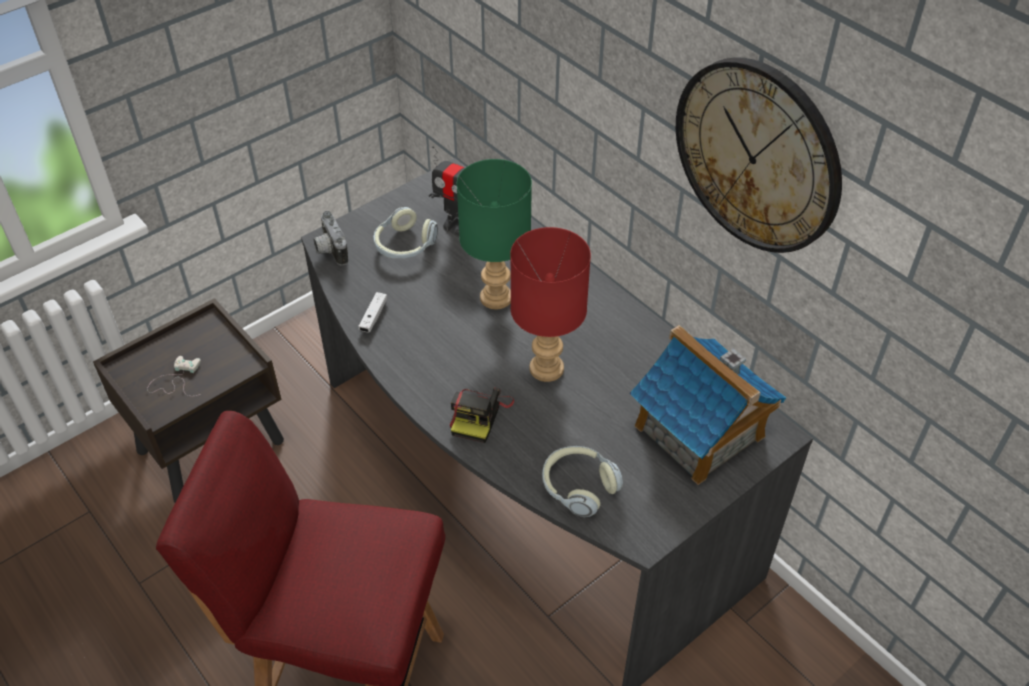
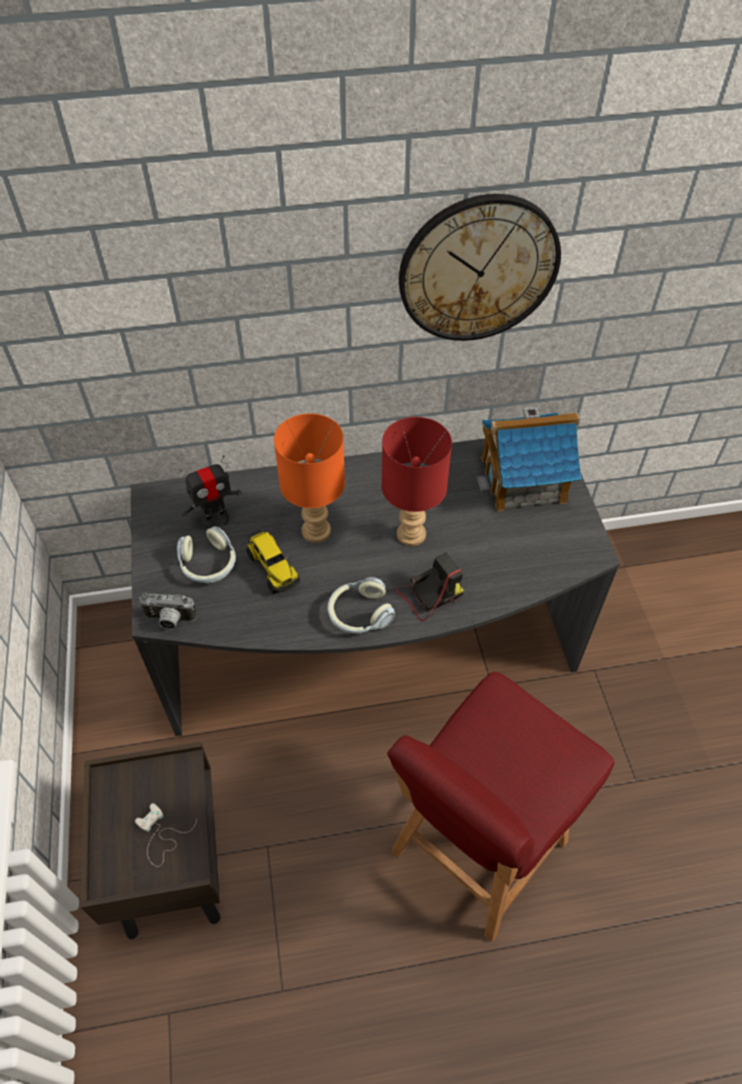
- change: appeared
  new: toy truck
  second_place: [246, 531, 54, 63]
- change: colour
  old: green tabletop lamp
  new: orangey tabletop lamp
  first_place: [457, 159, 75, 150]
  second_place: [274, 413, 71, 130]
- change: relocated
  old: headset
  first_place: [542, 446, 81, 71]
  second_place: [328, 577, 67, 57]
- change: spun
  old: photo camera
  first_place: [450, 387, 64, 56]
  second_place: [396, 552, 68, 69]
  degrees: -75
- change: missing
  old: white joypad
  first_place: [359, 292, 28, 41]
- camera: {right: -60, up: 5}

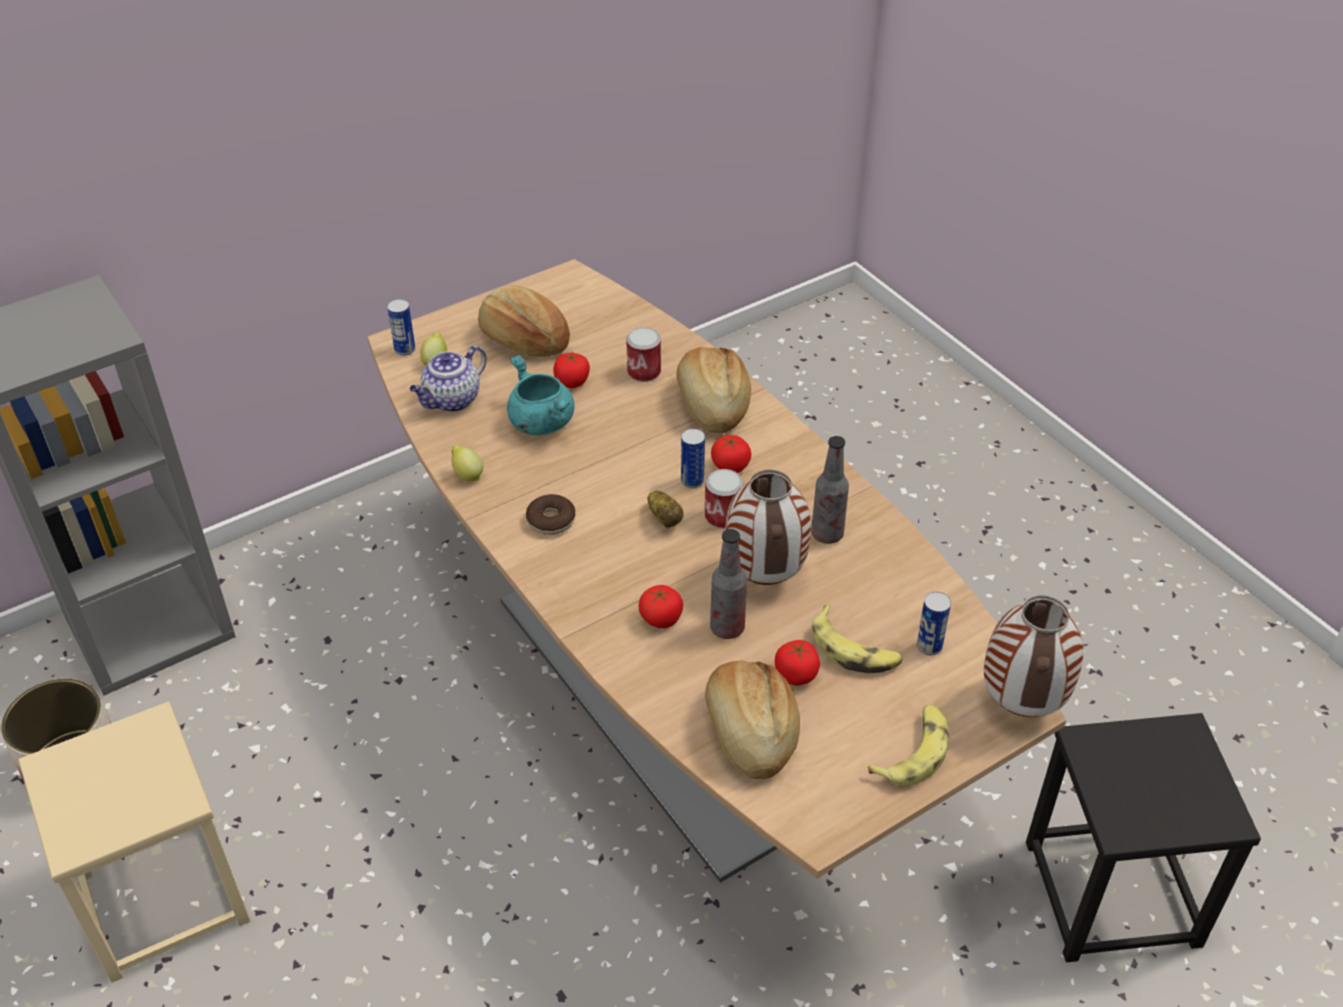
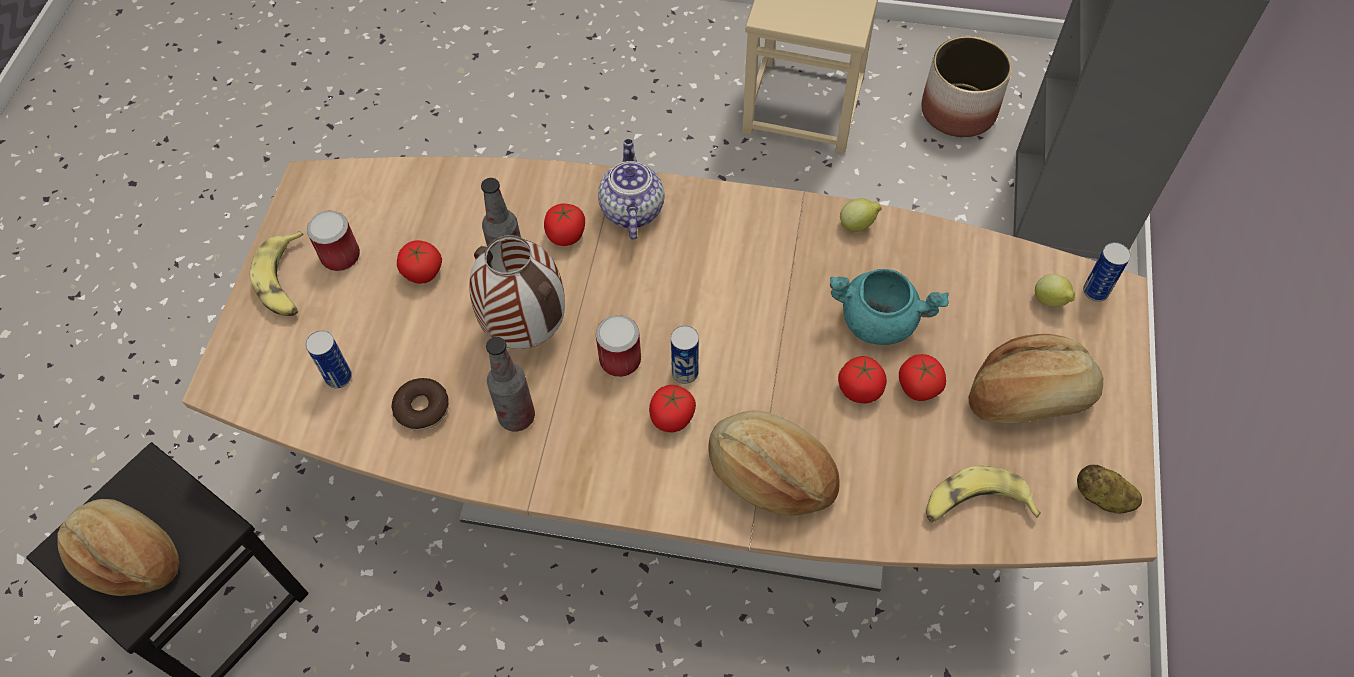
- change: relocated
  old: bread
  first_place: [705, 661, 95, 118]
  second_place: [57, 499, 122, 97]
- change: relocated
  old: sealed can
  first_place: [627, 327, 34, 55]
  second_place: [307, 211, 53, 60]
- change: relocated
  old: donut
  first_place: [526, 494, 49, 41]
  second_place: [392, 378, 57, 53]
- change: relocated
  old: teapot
  first_place: [410, 346, 77, 66]
  second_place: [598, 139, 67, 100]
- change: appeared
  new: whole tomato
  second_place: [838, 356, 49, 47]
- change: relocated
  old: whole banana
  first_place: [811, 605, 92, 68]
  second_place: [926, 466, 115, 57]
- change: relocated
  old: potato
  first_place: [647, 491, 37, 37]
  second_place: [1077, 465, 65, 48]
- change: missing
  old: decorative vase
  first_place: [984, 596, 100, 121]
- camera: {right: 135, up: 15}

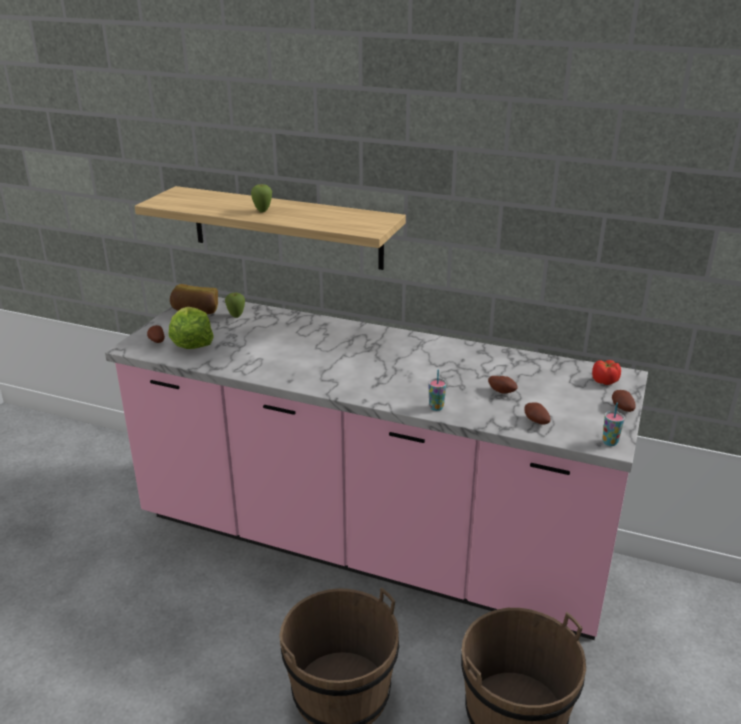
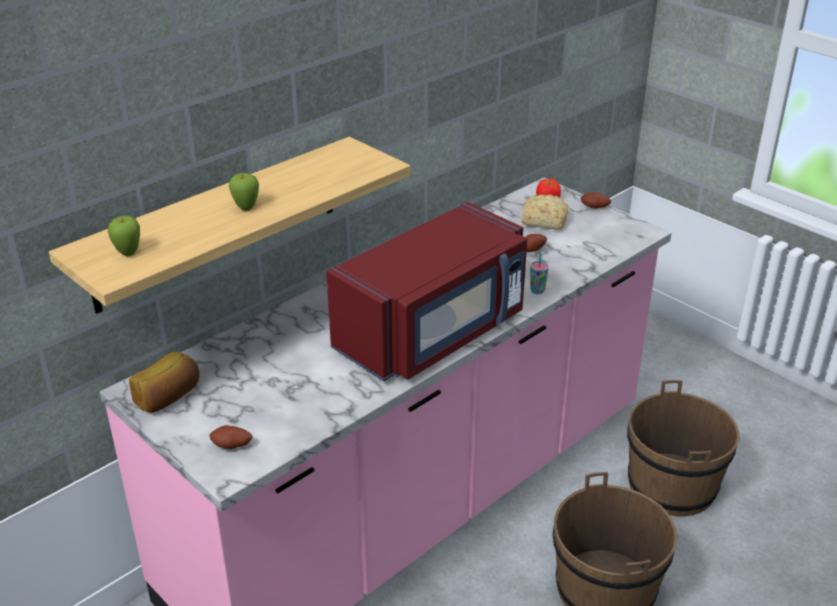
- change: relocated
  old: apple
  first_place: [225, 293, 20, 25]
  second_place: [108, 216, 32, 40]
- change: appeared
  new: red-coloured microwave
  second_place: [326, 202, 201, 179]
- change: appeared
  new: bread
  second_place: [521, 194, 47, 36]
- change: missing
  old: lettuce head
  first_place: [169, 307, 45, 42]
- change: missing
  old: potato
  first_place: [524, 403, 27, 21]
- change: missing
  old: small cup
  first_place: [602, 402, 23, 44]
- camera: {right: -65, up: 5}

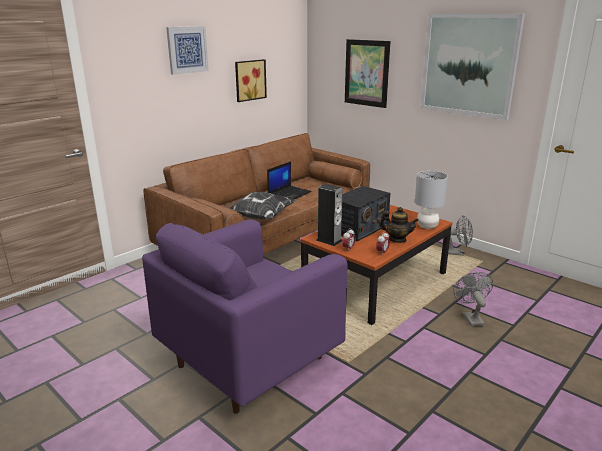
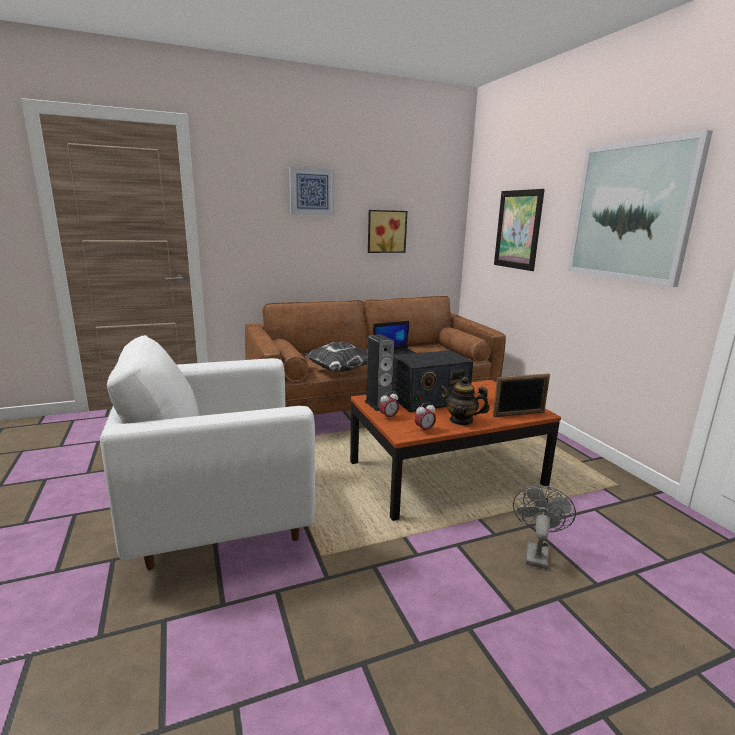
- change: colour
  old: purplish easy chair
  new: white easy chair
  first_place: [142, 219, 206, 195]
  second_place: [100, 335, 215, 235]
- change: spun
  old: teapot
  first_place: [379, 207, 40, 36]
  second_place: [439, 377, 51, 49]
  degrees: 150
- change: exchanged
  old: grey tabletop lamp
  new: picture frame
  first_place: [415, 171, 33, 58]
  second_place: [493, 374, 57, 43]
- change: missing
  old: grey electric fan
  first_place: [448, 215, 25, 41]
- camera: {right: 25, up: -5}

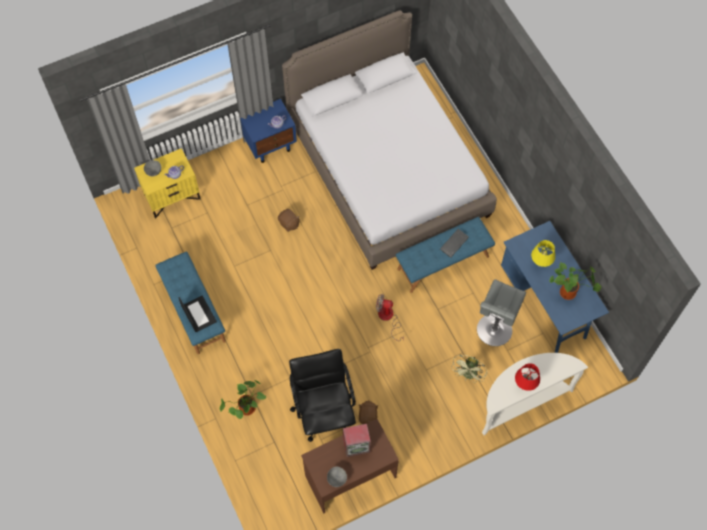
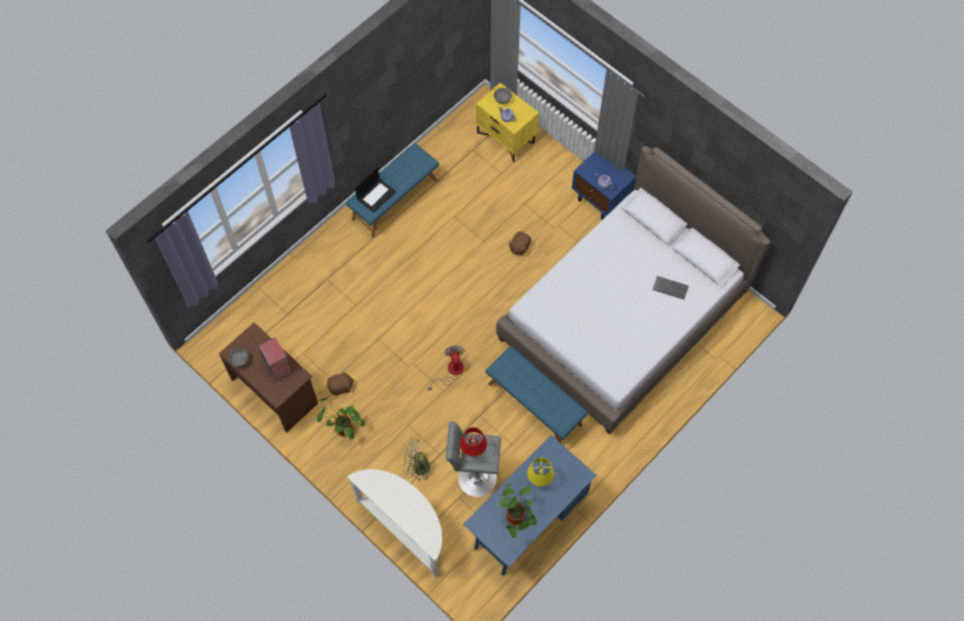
- change: relocated
  old: potted plant
  first_place: [220, 380, 47, 39]
  second_place: [317, 397, 48, 42]
- change: relocated
  old: red-coloured tabletop lamp
  first_place: [515, 363, 25, 28]
  second_place: [460, 427, 27, 29]
- change: relocated
  old: computer keyboard
  first_place: [440, 229, 29, 29]
  second_place: [653, 276, 36, 24]
- change: missing
  old: black desk chair
  first_place: [289, 349, 67, 93]
- camera: {right: 70, up: 0}

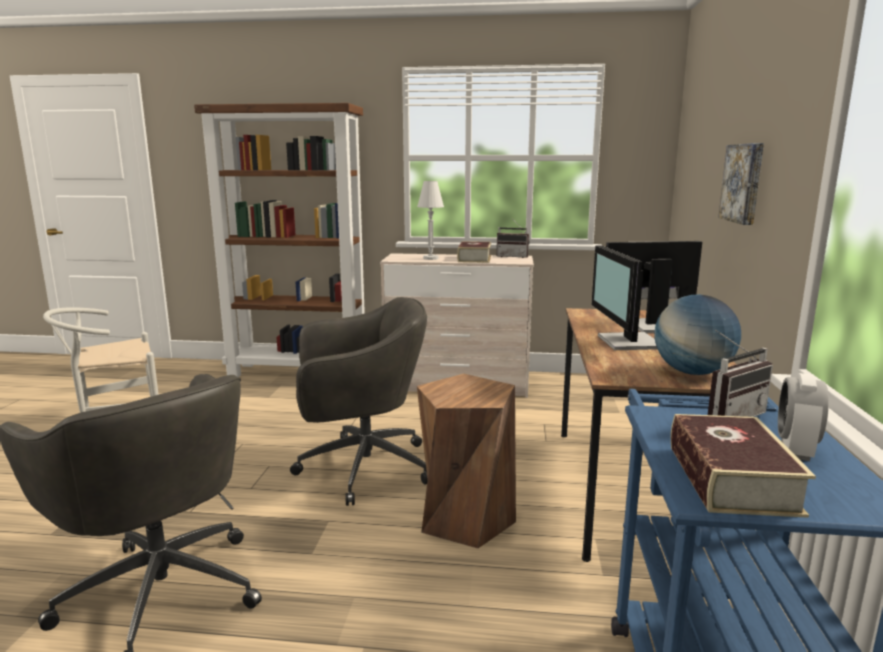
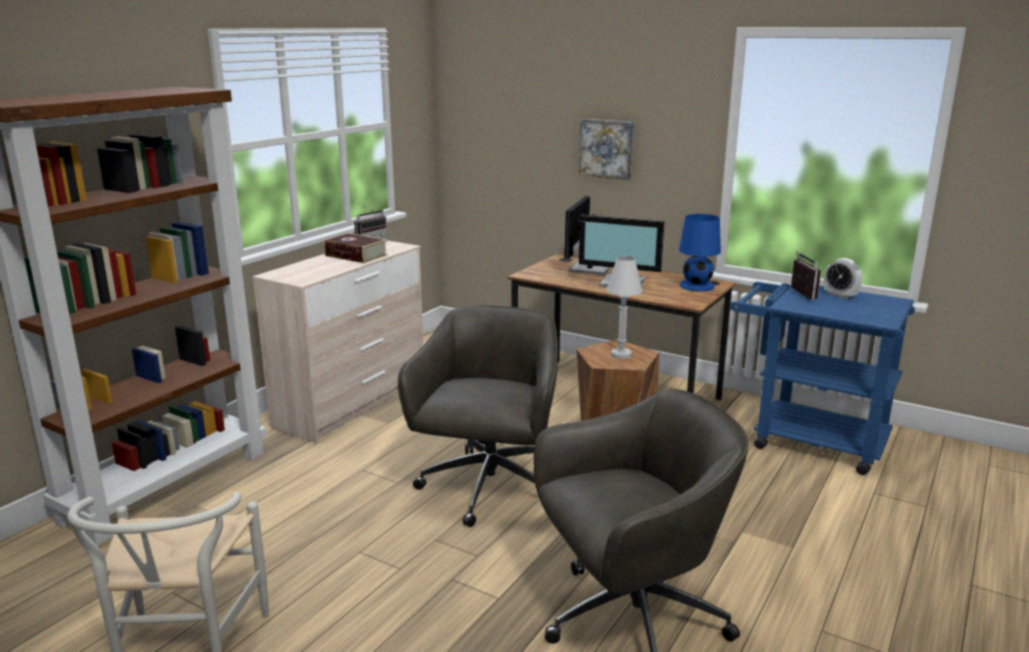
- change: relocated
  old: white tabletop lamp
  first_place: [417, 181, 27, 79]
  second_place: [606, 256, 36, 103]
- change: exchanged
  old: globe
  new: bluish tabletop lamp
  first_place: [654, 294, 87, 81]
  second_place: [679, 214, 42, 77]
- change: missing
  old: book
  first_place: [671, 414, 145, 104]
- camera: {right: -65, up: 5}

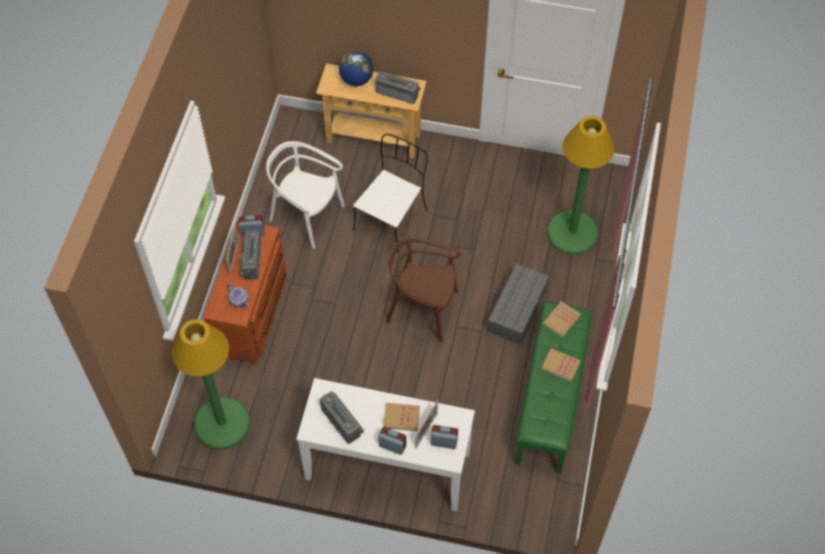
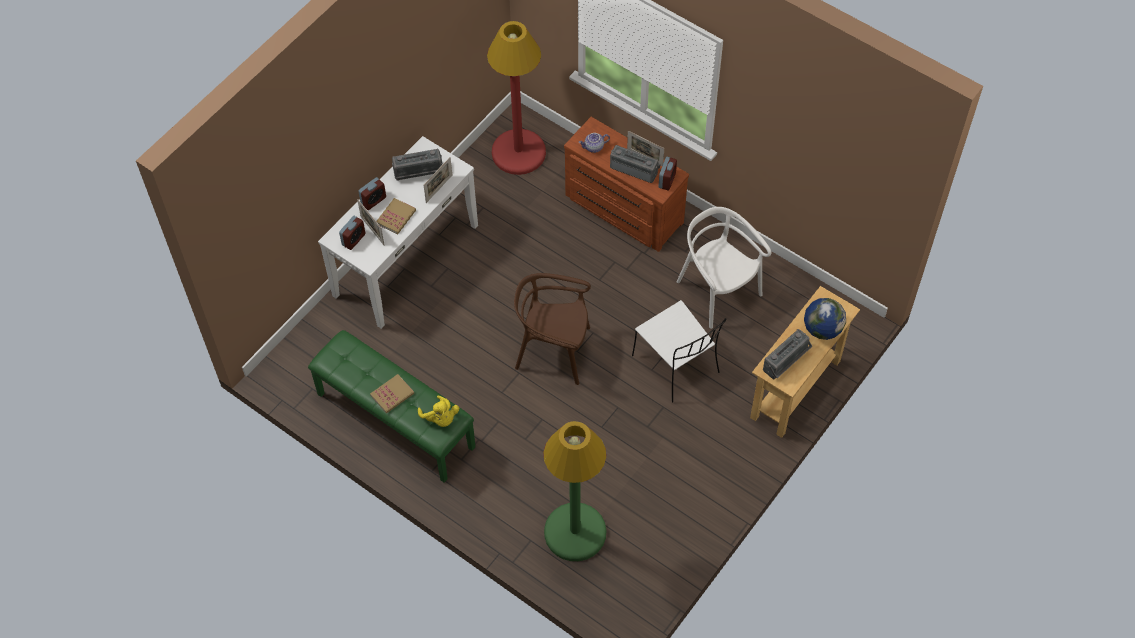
- change: exchanged
  old: book
  new: yellow-coloured plush toy
  first_place: [543, 301, 38, 37]
  second_place: [418, 396, 41, 31]
- change: appeared
  new: picture frame
  second_place: [423, 157, 29, 46]
- change: colour
  old: green floor lamp
  new: red-coloured floor lamp
  first_place: [171, 319, 79, 131]
  second_place: [487, 21, 59, 154]
- change: spun
  old: brownish plain chair
  first_place: [386, 237, 75, 105]
  second_place: [514, 273, 77, 112]
  degrees: -120
- change: spun
  old: white plain chair
  first_place: [266, 141, 79, 108]
  second_place: [677, 207, 94, 122]
  degrees: -90
- change: missing
  old: grey storage container
  first_place: [488, 264, 61, 81]
- camera: {right: 115, up: 0}

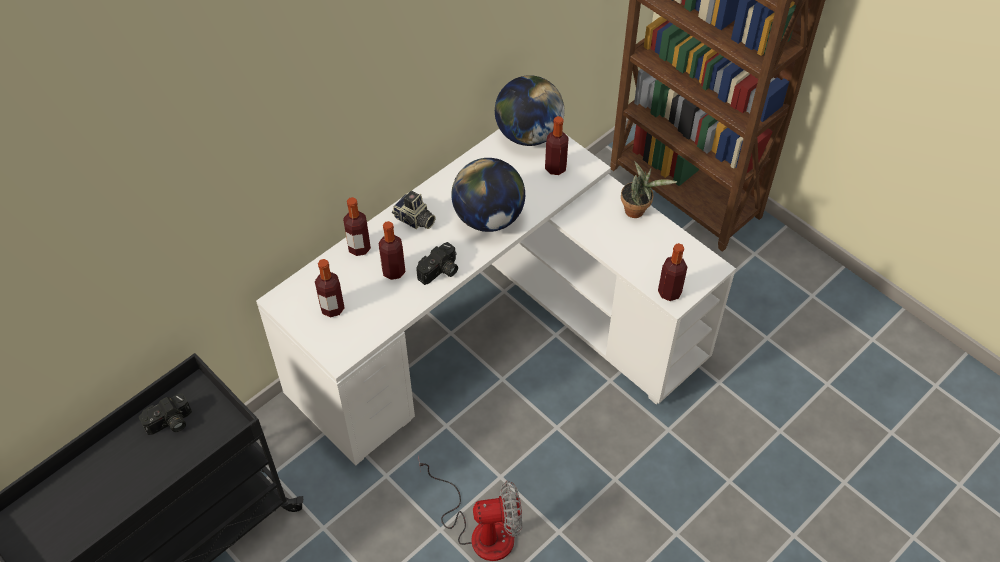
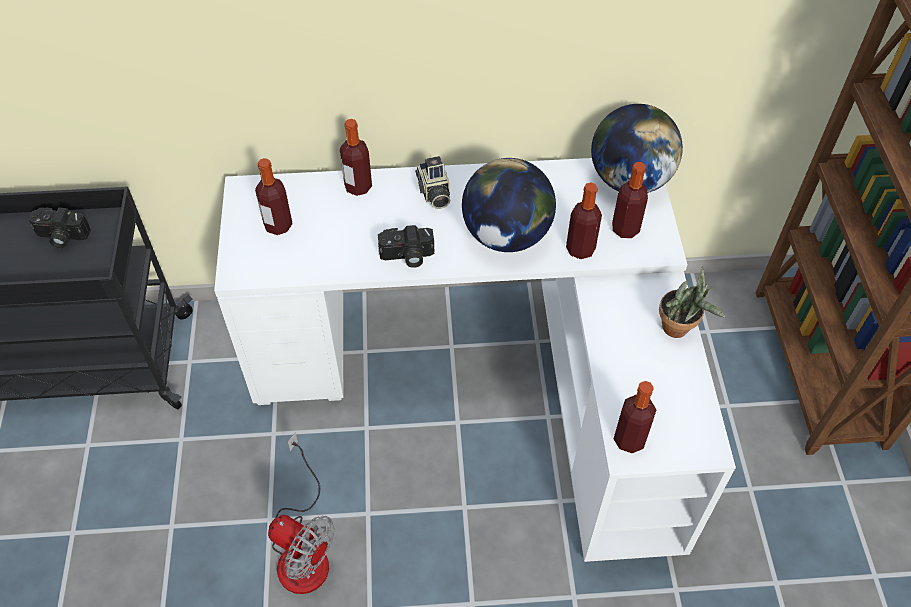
- change: relocated
  old: bottle
  first_place: [378, 221, 27, 59]
  second_place: [566, 182, 36, 77]
- camera: {right: 40, up: 0}

